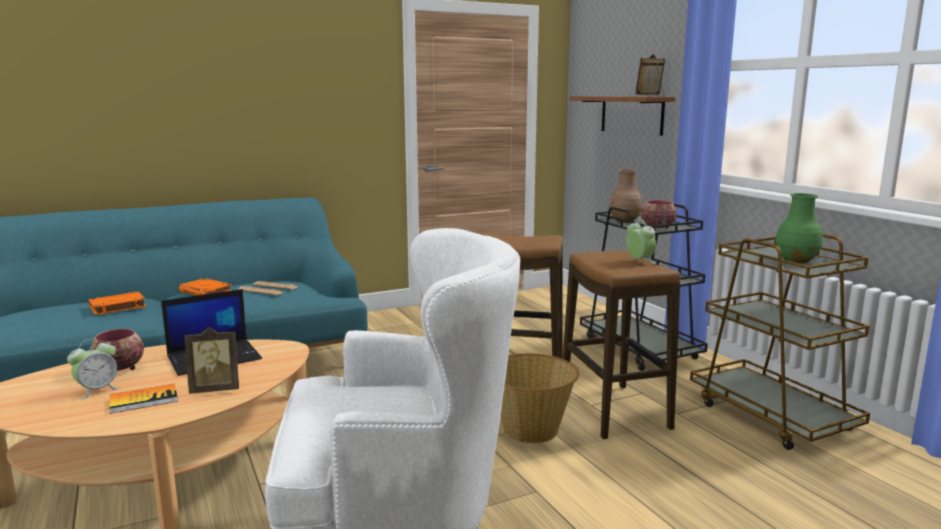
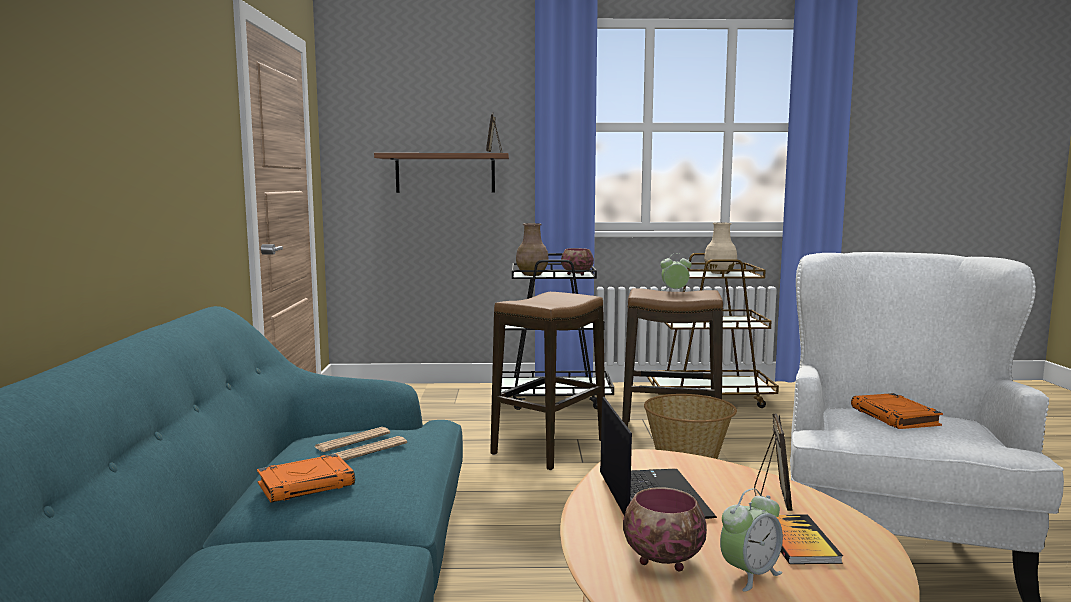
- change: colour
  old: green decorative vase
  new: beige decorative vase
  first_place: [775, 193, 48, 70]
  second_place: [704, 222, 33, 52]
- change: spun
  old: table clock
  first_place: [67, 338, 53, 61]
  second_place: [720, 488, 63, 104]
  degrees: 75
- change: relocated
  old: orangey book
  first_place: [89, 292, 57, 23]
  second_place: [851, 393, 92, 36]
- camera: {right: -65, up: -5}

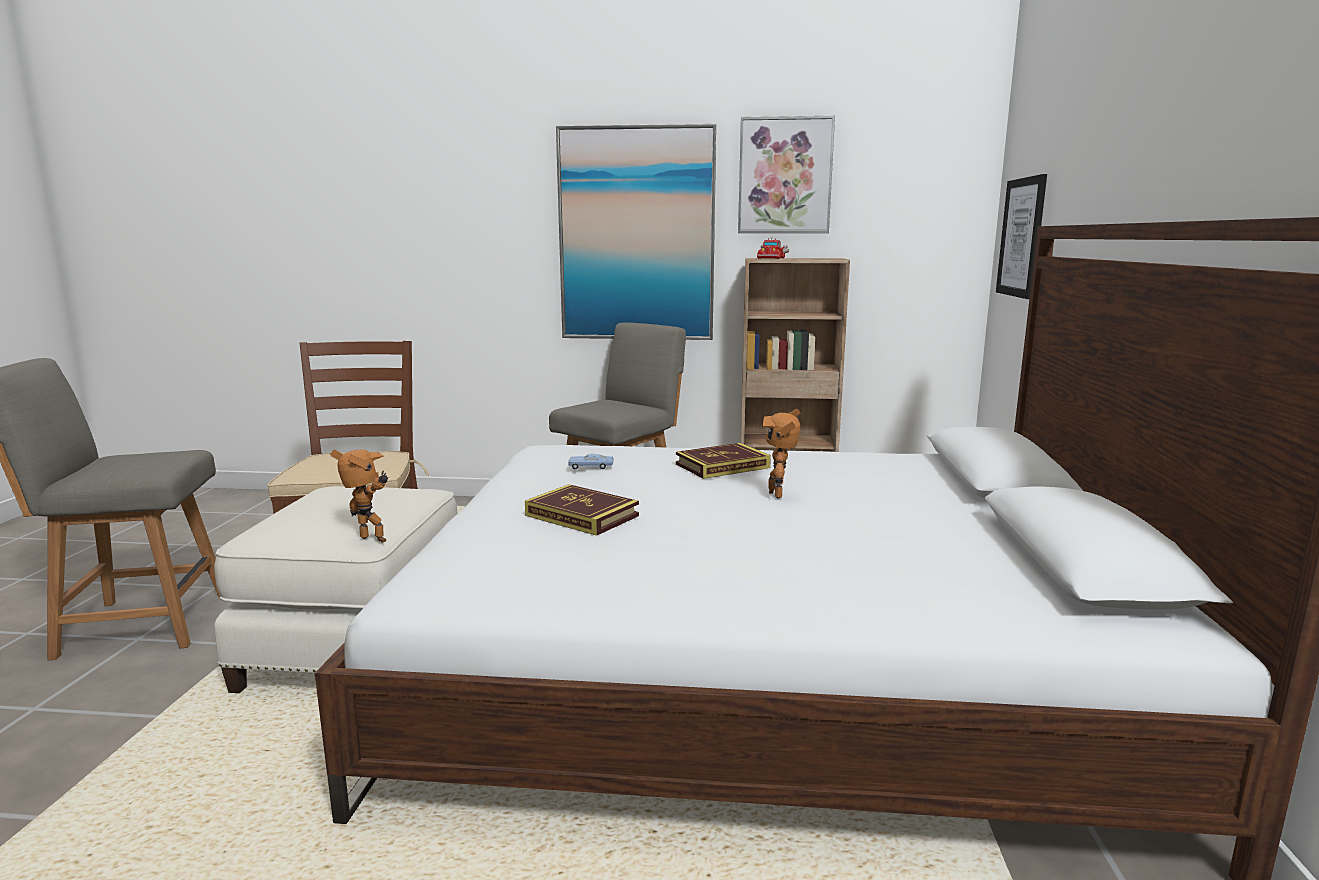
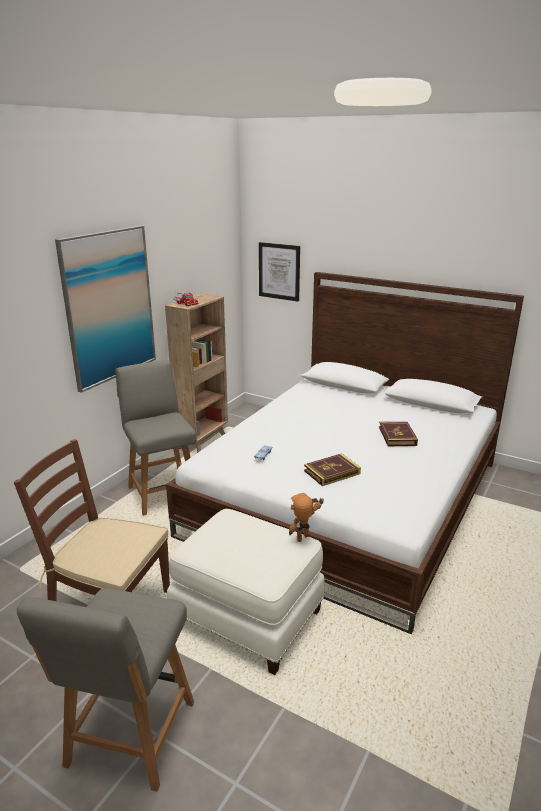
- change: relocated
  old: book
  first_place: [676, 443, 95, 36]
  second_place: [379, 421, 39, 26]
- change: missing
  old: picture
  first_place: [738, 116, 97, 117]
- change: missing
  old: toy robot
  first_place: [762, 409, 38, 90]
- camera: {right: -65, up: 10}

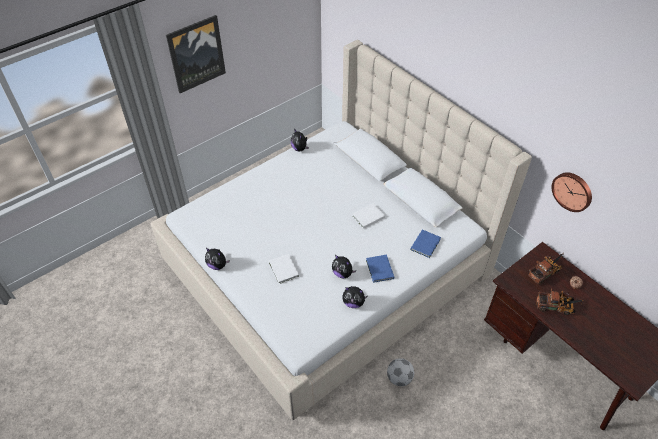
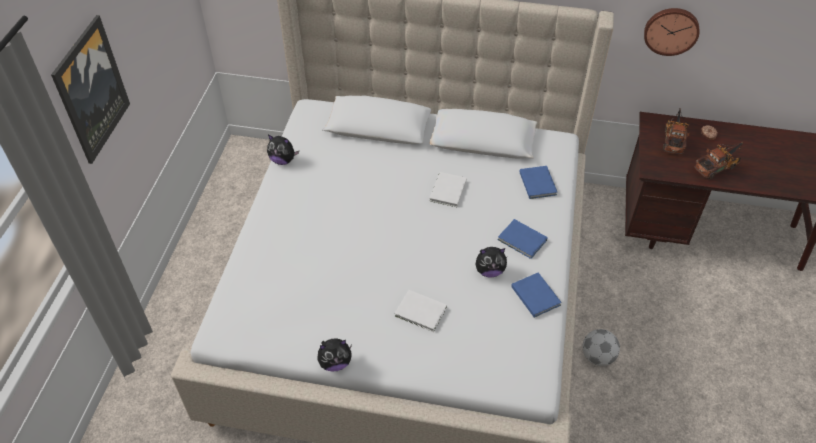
- change: exchanged
  old: plush toy
  new: bluish book
  first_place: [342, 286, 26, 22]
  second_place: [511, 273, 51, 44]
- camera: {right: -40, up: 0}

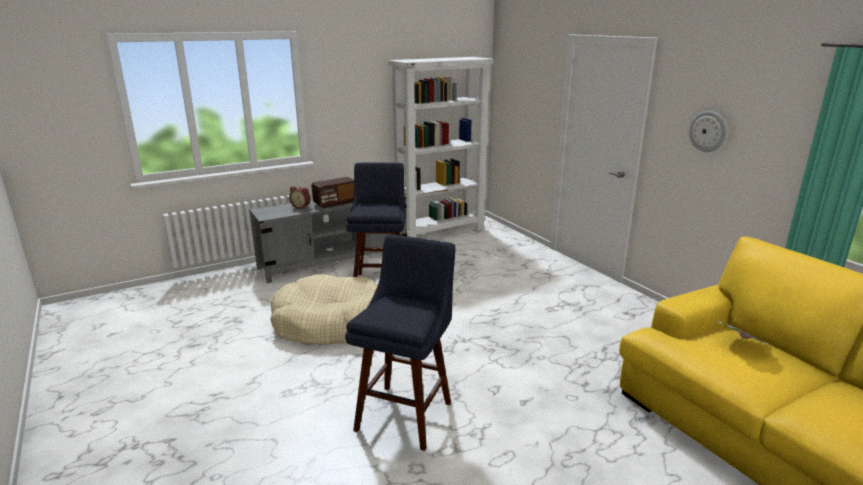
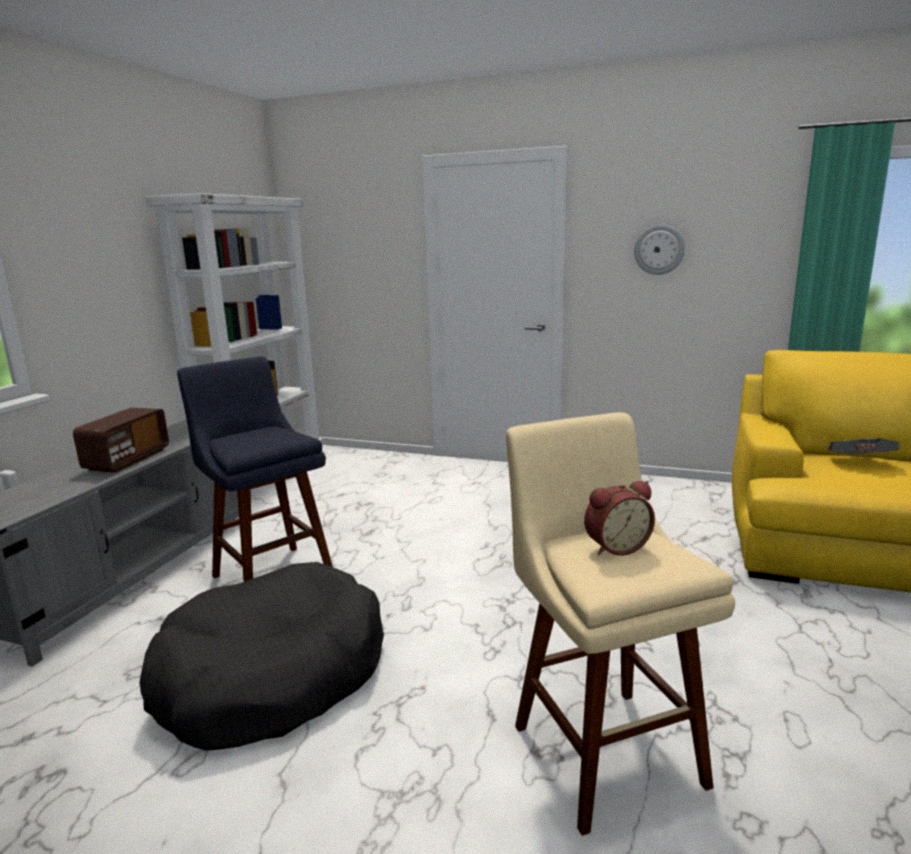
- change: colour
  old: beige dog cushion
  new: black dog cushion
  first_place: [270, 274, 108, 71]
  second_place: [139, 562, 245, 188]
- change: colour
  old: bluish stool
  new: beige stool
  first_place: [345, 235, 110, 216]
  second_place: [506, 412, 229, 424]
- change: relocated
  old: table clock
  first_place: [289, 186, 22, 23]
  second_place: [584, 481, 71, 75]
- camera: {right: -40, up: -5}

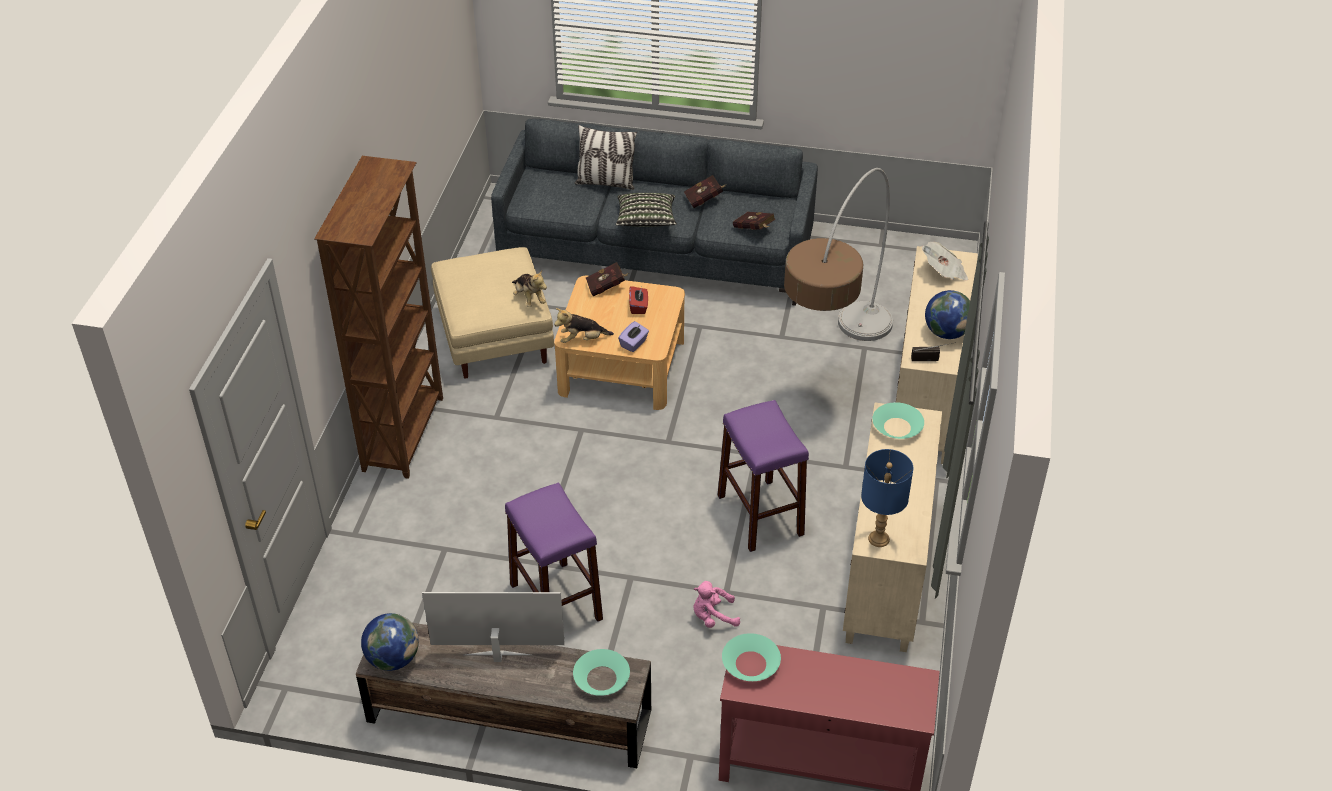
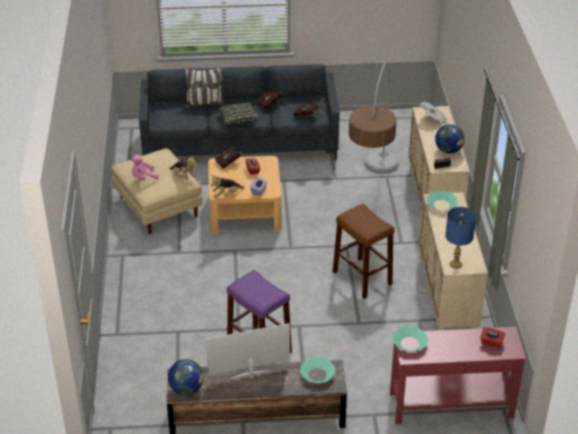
- change: relocated
  old: pink-coloured plush toy
  first_place: [694, 581, 46, 47]
  second_place: [131, 155, 28, 26]
- change: colour
  old: purplish stool
  new: brownish stool
  first_place: [718, 400, 91, 152]
  second_place: [333, 204, 62, 95]
- change: appeared
  new: red-coloured tissue holder
  second_place: [480, 327, 25, 21]
- change: missing
  old: brownish bookshelf
  first_place: [314, 156, 129, 323]
- camera: {right: -15, up: -5}

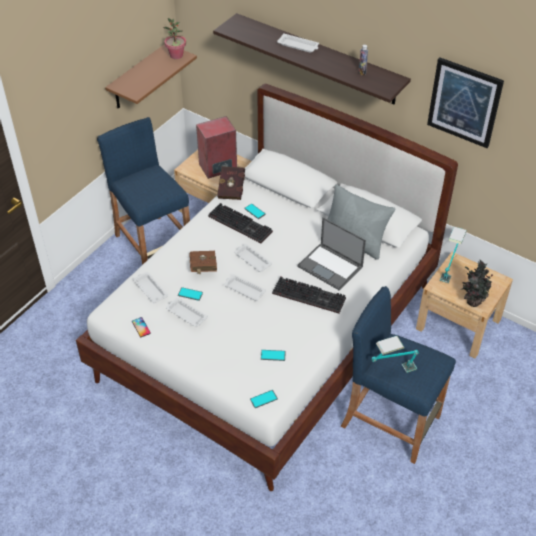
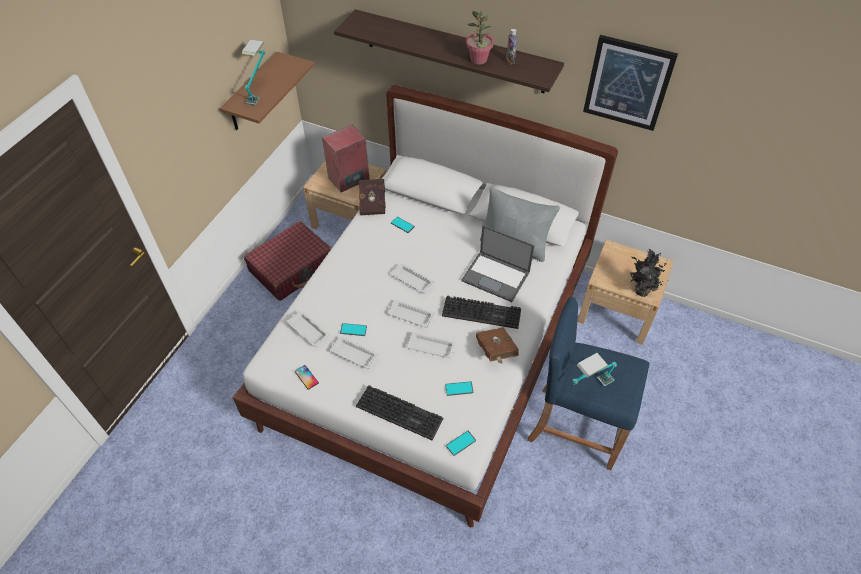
- change: relocated
  old: tabletop lamp
  first_place: [440, 227, 27, 56]
  second_place: [242, 39, 23, 66]
- change: exchanged
  old: bluish stool
  new: red-coloured suitcase
  first_place: [97, 117, 93, 148]
  second_place: [244, 221, 88, 80]
- change: relocated
  old: computer keyboard
  first_place: [208, 203, 65, 40]
  second_place: [356, 385, 87, 55]
- change: relocated
  old: white tray
  first_place: [277, 33, 42, 20]
  second_place: [407, 332, 49, 26]
- change: relocated
  old: potted plant
  first_place: [163, 18, 23, 41]
  second_place: [466, 11, 28, 54]
- change: relocated
  old: brownish book
  first_place: [190, 251, 27, 24]
  second_place: [476, 327, 43, 37]
- camera: {right: -10, up: 5}

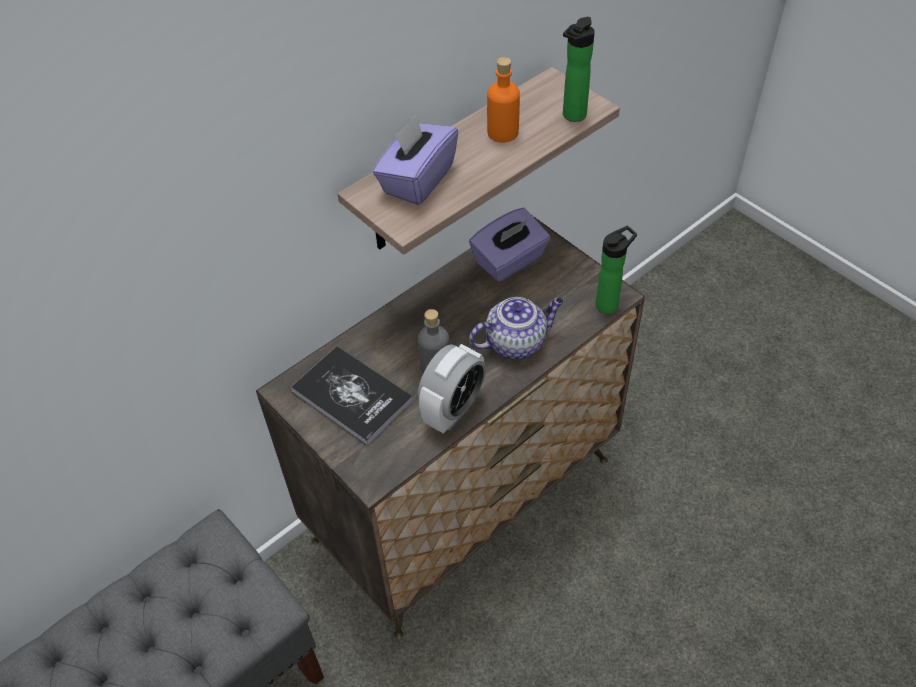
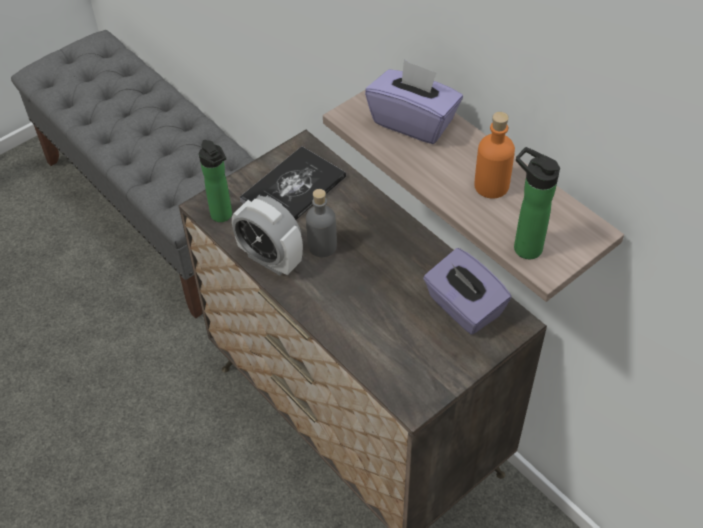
- change: relocated
  old: bottle
  first_place: [596, 226, 41, 88]
  second_place: [199, 140, 33, 82]
- change: missing
  old: teapot
  first_place: [469, 297, 95, 62]
- camera: {right: 90, up: 0}

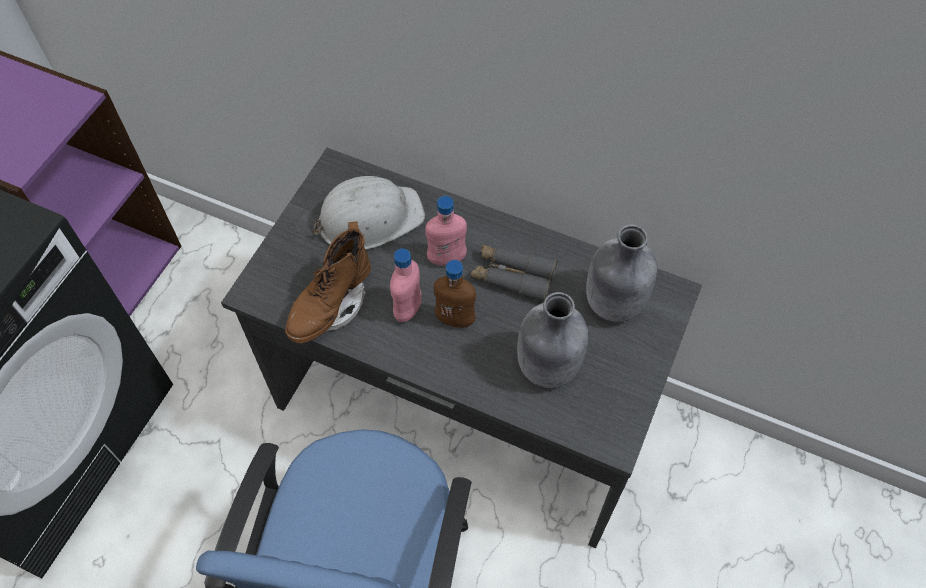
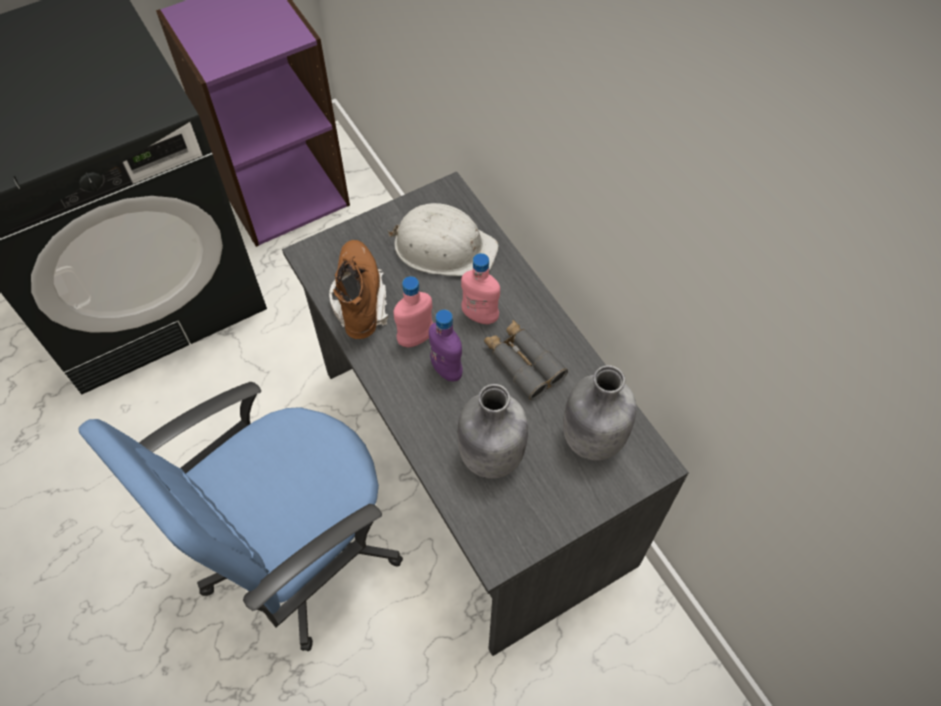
- change: spun
  old: brownish boot
  first_place: [285, 221, 86, 122]
  second_place: [329, 240, 59, 99]
  degrees: 105
- change: colour
  old: brownish bottle
  new: purplish bottle
  first_place: [434, 260, 42, 68]
  second_place: [429, 310, 34, 71]
- camera: {right: 35, up: 0}

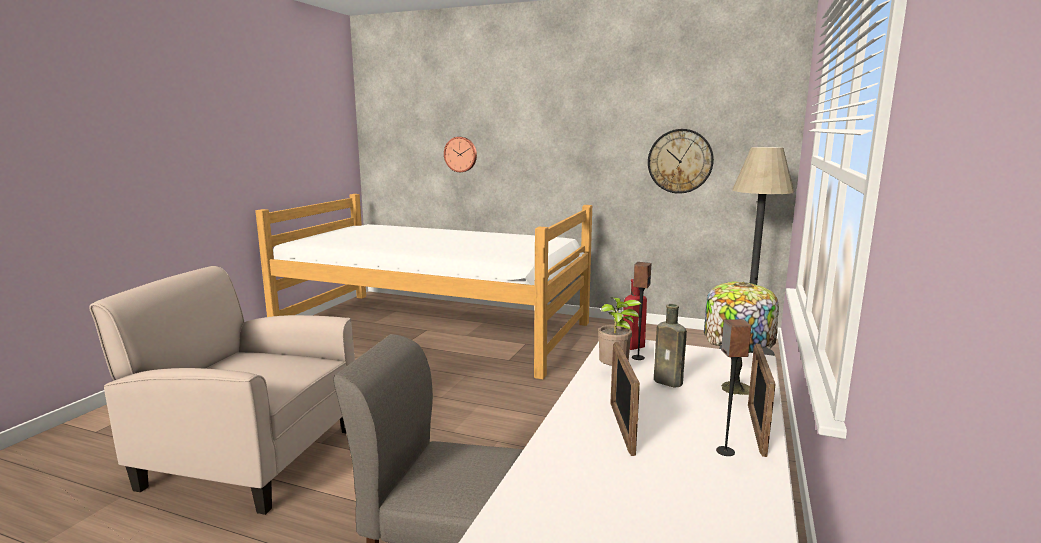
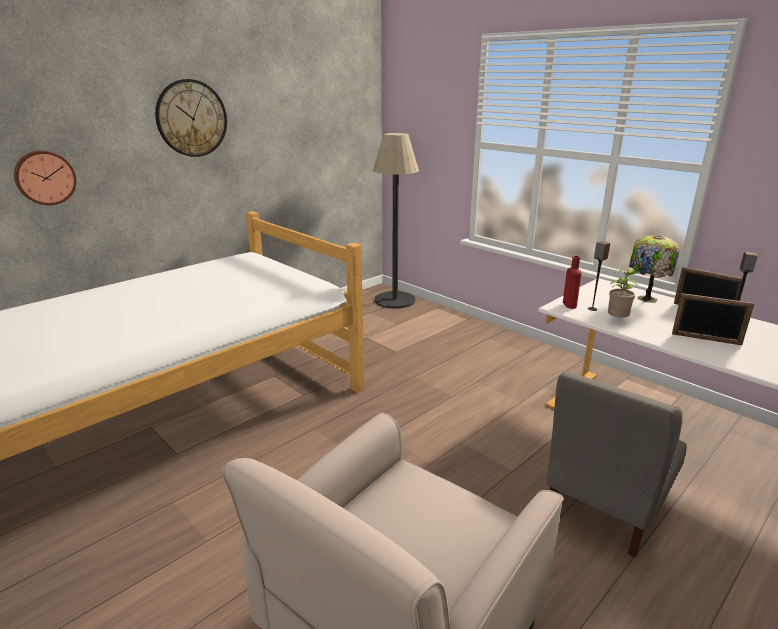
- change: relocated
  old: hanging clock
  first_place: [648, 129, 66, 65]
  second_place: [155, 79, 72, 78]
- change: missing
  old: brownish bottle
  first_place: [654, 304, 33, 83]
- camera: {right: -65, up: 10}

